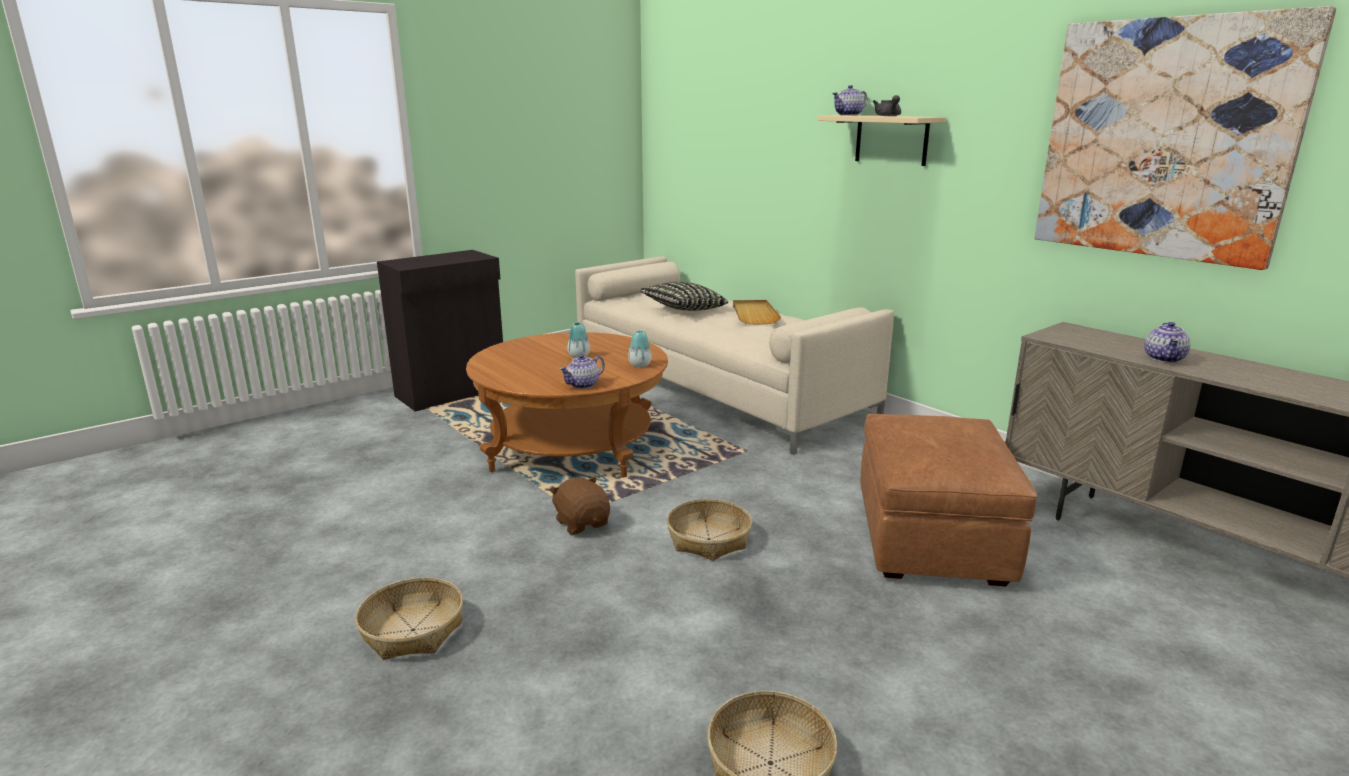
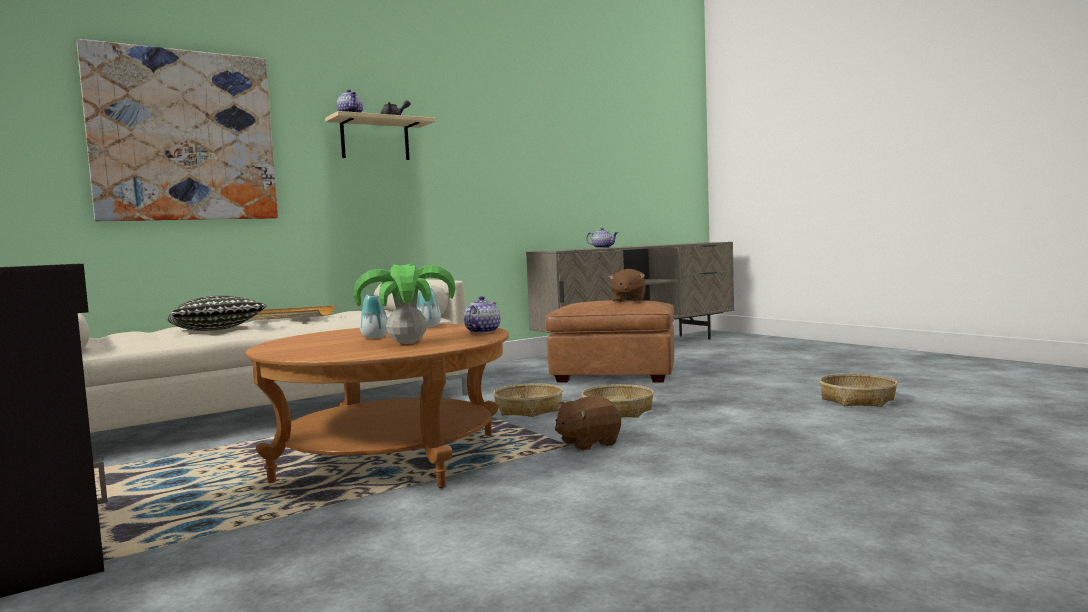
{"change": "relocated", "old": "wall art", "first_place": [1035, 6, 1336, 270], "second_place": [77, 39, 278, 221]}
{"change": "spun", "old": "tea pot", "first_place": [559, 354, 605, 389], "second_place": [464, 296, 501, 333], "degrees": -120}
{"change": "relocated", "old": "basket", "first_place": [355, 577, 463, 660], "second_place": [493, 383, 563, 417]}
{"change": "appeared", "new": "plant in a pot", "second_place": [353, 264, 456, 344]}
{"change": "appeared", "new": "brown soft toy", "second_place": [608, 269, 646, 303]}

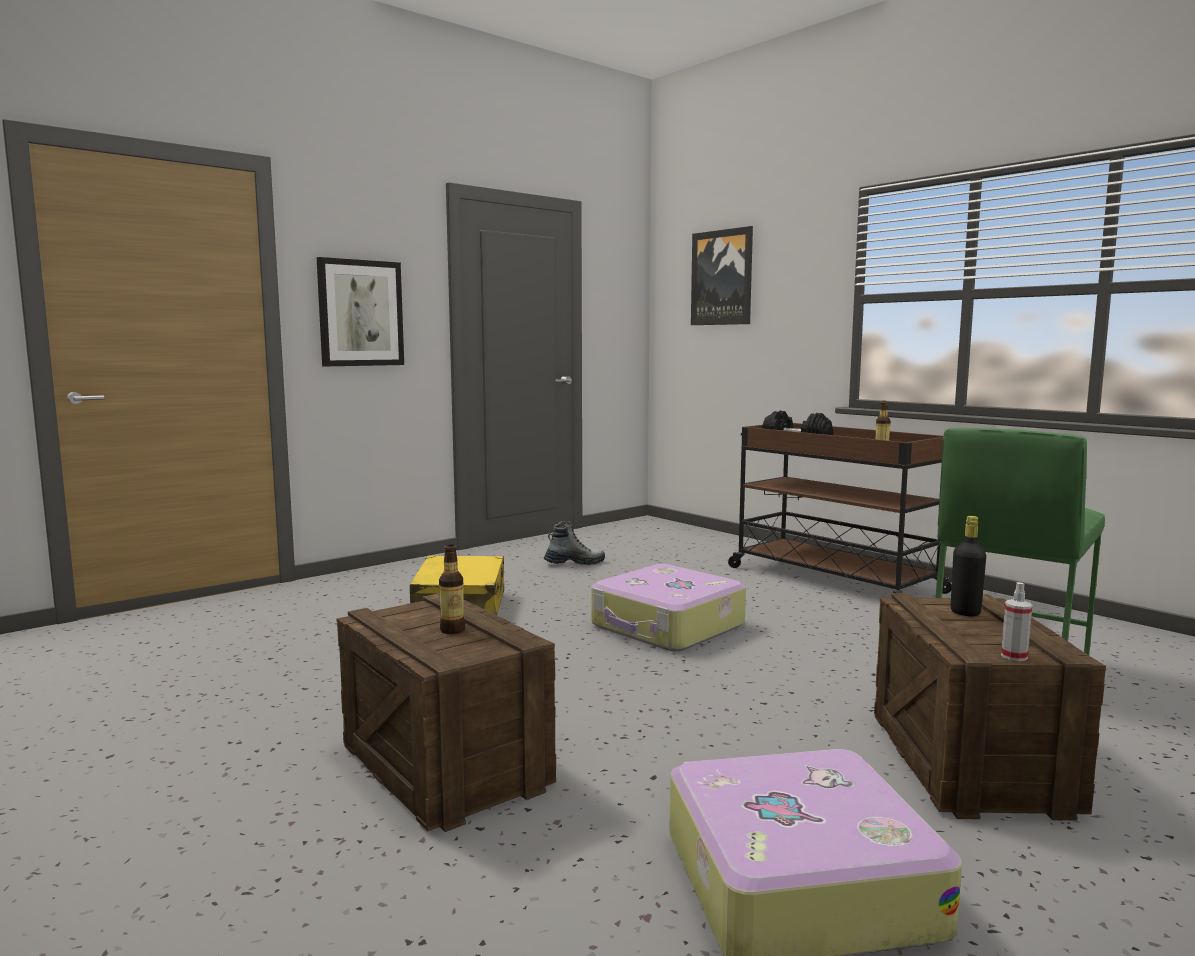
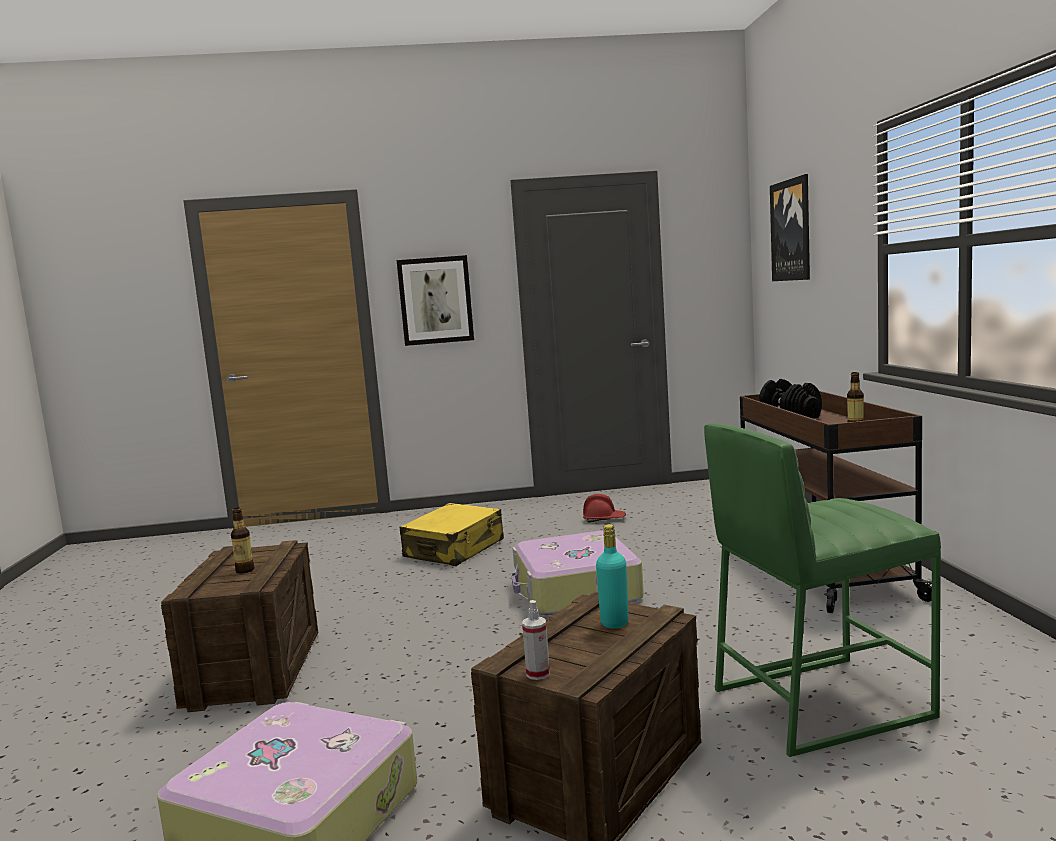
{"change": "colour", "old": "black bottle", "new": "turquoise-coloured bottle", "first_place": [951, 516, 986, 616], "second_place": [596, 524, 629, 629]}
{"change": "exchanged", "old": "tall boot", "new": "reddish safety helmet", "first_place": [544, 521, 605, 565], "second_place": [583, 494, 626, 522]}

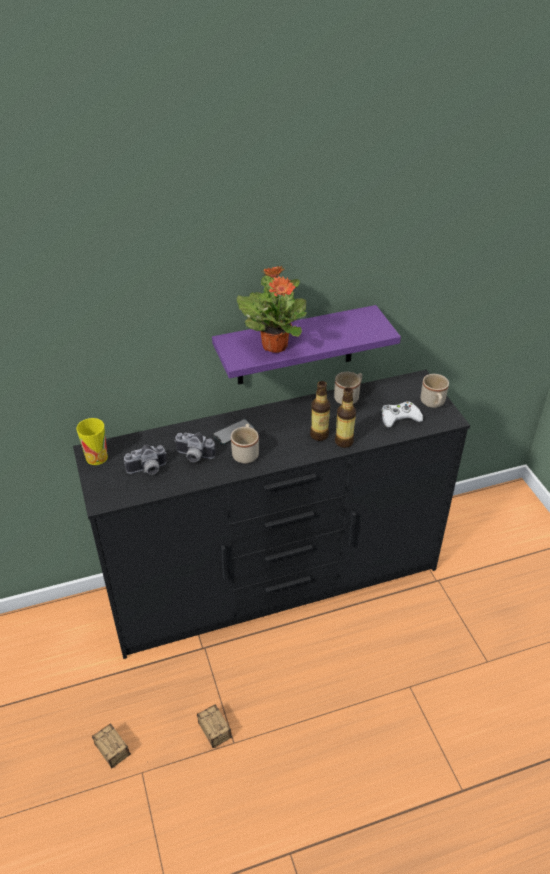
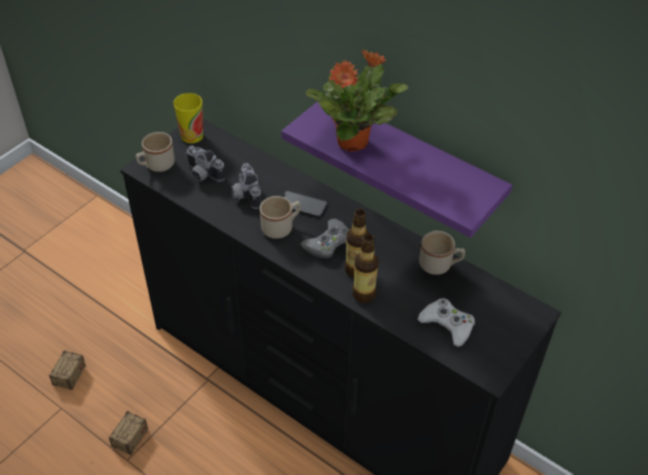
{"change": "relocated", "old": "sand-coloured mug", "first_place": [421, 374, 449, 408], "second_place": [136, 132, 175, 172]}
{"change": "appeared", "new": "grey joypad", "second_place": [300, 219, 349, 259]}

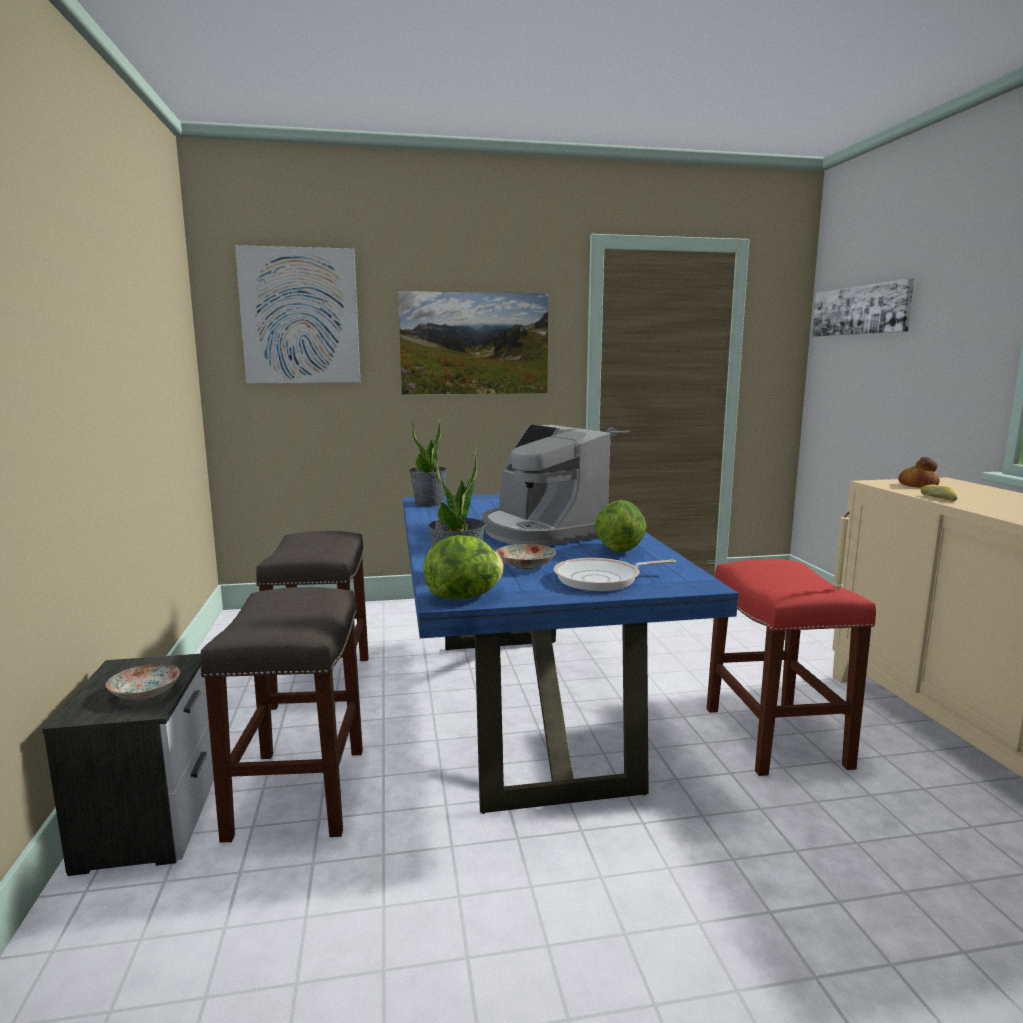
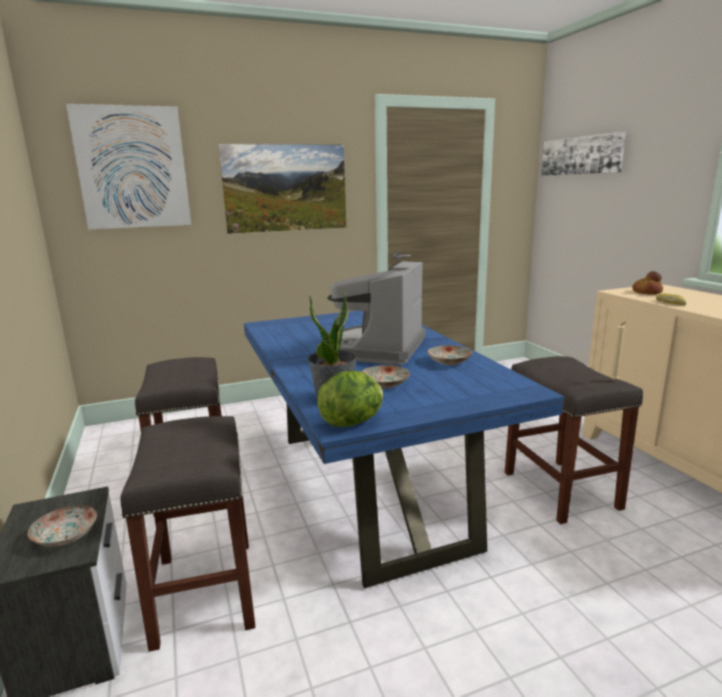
{"change": "missing", "old": "plant in a pot", "first_place": [409, 418, 447, 506]}
{"change": "spun", "old": "coffee brewer", "first_place": [482, 424, 610, 546], "second_place": [327, 260, 426, 365], "degrees": 60}
{"change": "exchanged", "old": "head of lettuce", "new": "dinner plate", "first_place": [595, 500, 647, 553], "second_place": [427, 345, 472, 365]}
{"change": "missing", "old": "frying pan", "first_place": [554, 558, 676, 591]}
{"change": "colour", "old": "reddish stool seat", "new": "grey stool seat", "first_place": [707, 559, 876, 776], "second_place": [505, 356, 643, 524]}

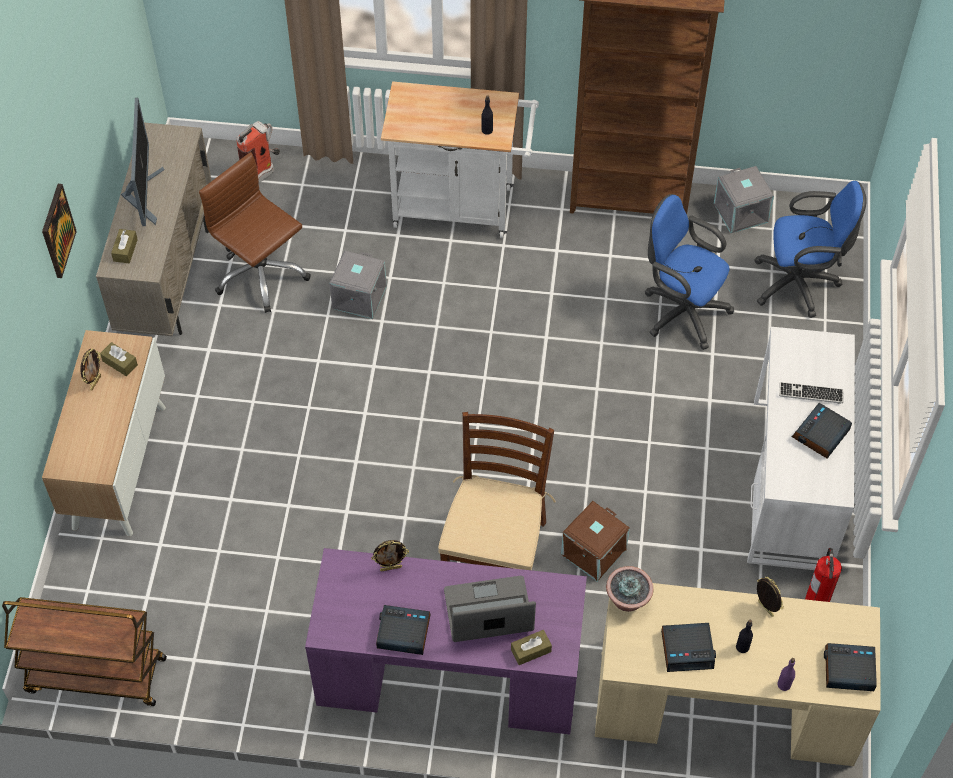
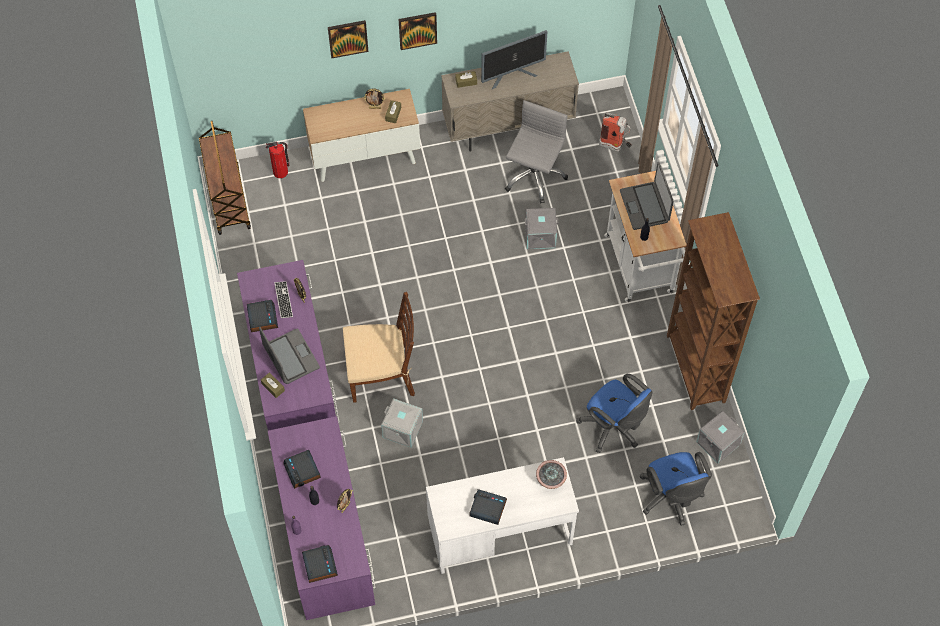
{"change": "colour", "old": "brown office chair", "new": "grey office chair", "first_place": [199, 152, 311, 313], "second_place": [505, 100, 568, 203]}
{"change": "spun", "old": "bluish office chair", "first_place": [644, 194, 734, 350], "second_place": [576, 374, 653, 453], "degrees": 120}
{"change": "relocated", "old": "PC keyboard", "first_place": [779, 382, 843, 404], "second_place": [274, 281, 293, 318]}
{"change": "colour", "old": "brown storage box", "new": "grey storage box", "first_place": [561, 501, 630, 582], "second_place": [381, 398, 423, 448]}
{"change": "relocated", "old": "extinguisher", "first_place": [805, 548, 842, 602], "second_place": [266, 142, 289, 178]}
{"change": "relocated", "old": "plant in a pot", "first_place": [606, 566, 654, 612], "second_place": [536, 460, 567, 489]}
{"change": "colour", "old": "sand-coloured desk", "new": "purple desk", "first_place": [595, 583, 881, 766], "second_place": [268, 416, 376, 620]}
{"change": "appeared", "new": "wall art", "second_place": [328, 20, 368, 58]}
{"change": "appeared", "new": "laptop", "second_place": [620, 162, 674, 230]}

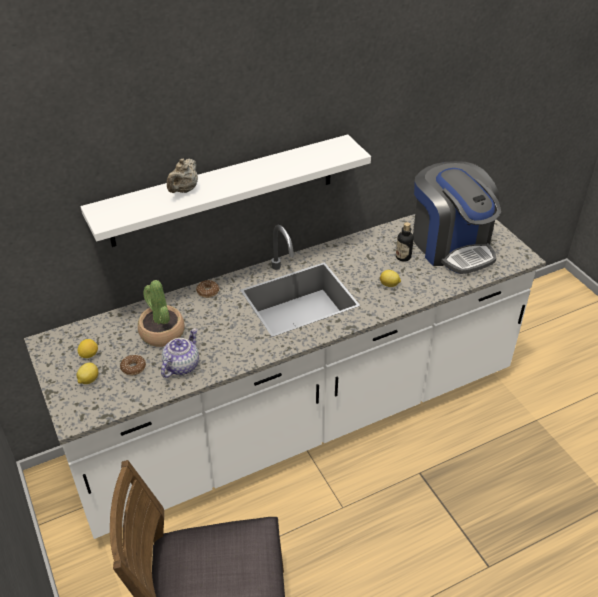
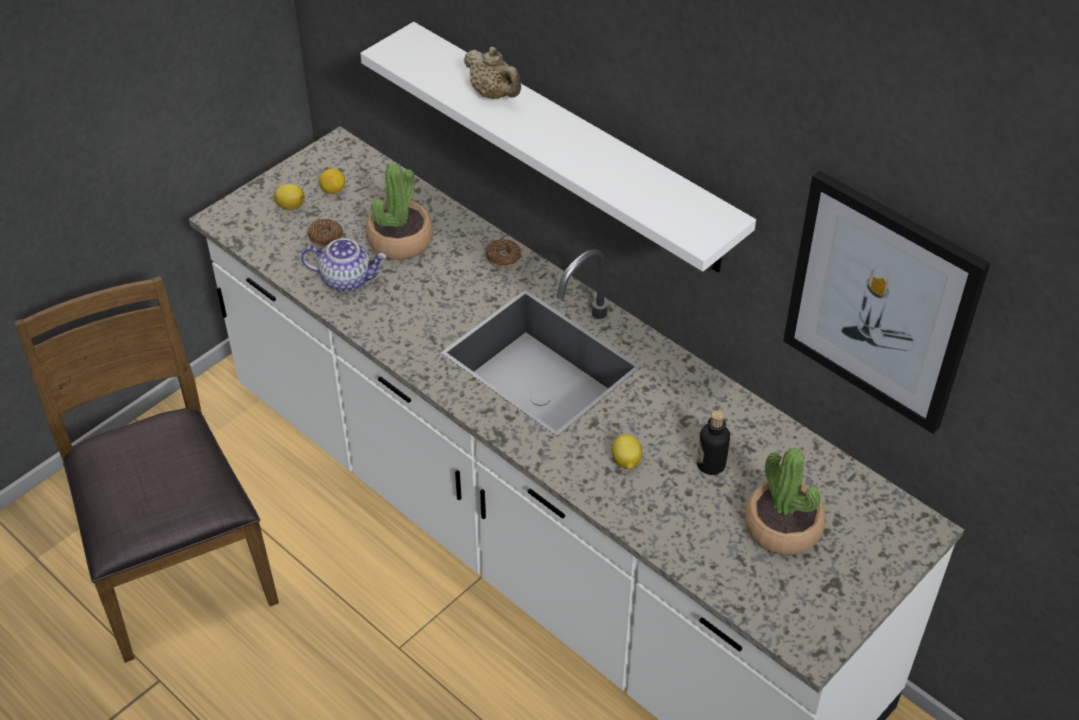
{"change": "spun", "old": "sand-coloured tea pot", "first_place": [167, 159, 198, 193], "second_place": [464, 47, 521, 99], "degrees": -135}
{"change": "exchanged", "old": "coffee brewer", "new": "plant in a pot", "first_place": [413, 161, 501, 274], "second_place": [745, 448, 826, 555]}
{"change": "appeared", "new": "wall art", "second_place": [783, 170, 990, 434]}

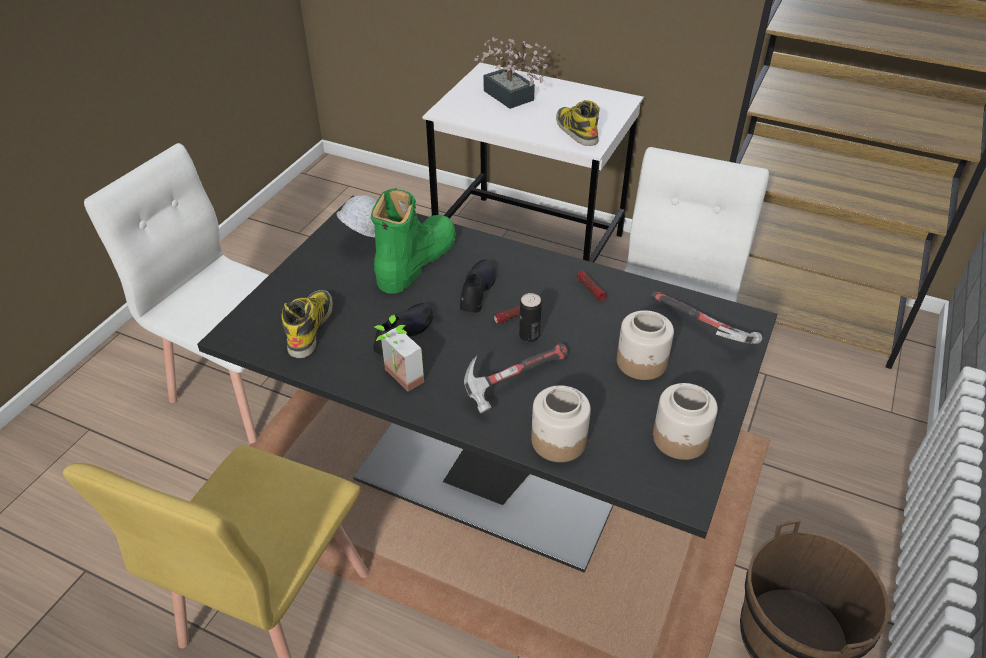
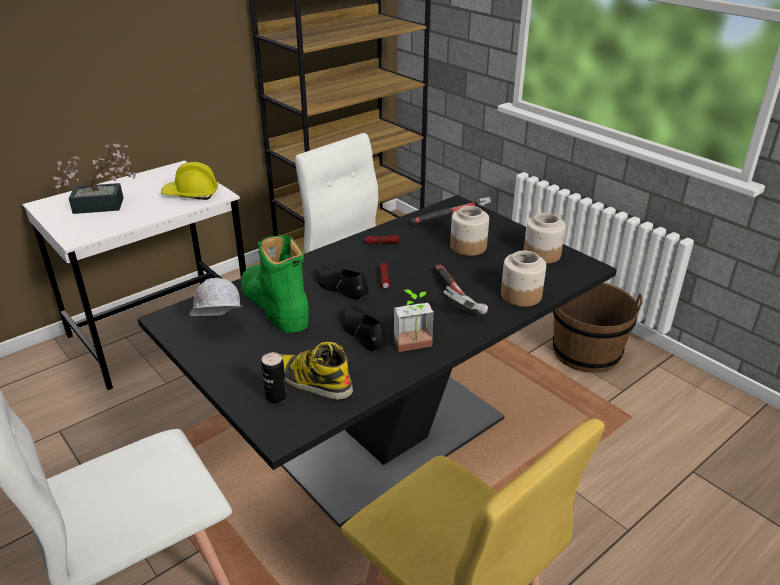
{"change": "exchanged", "old": "tall boot", "new": "yellow-coloured safety helmet", "first_place": [556, 100, 600, 146], "second_place": [161, 162, 218, 200]}
{"change": "relocated", "old": "can", "first_place": [519, 293, 542, 342], "second_place": [261, 352, 287, 403]}

